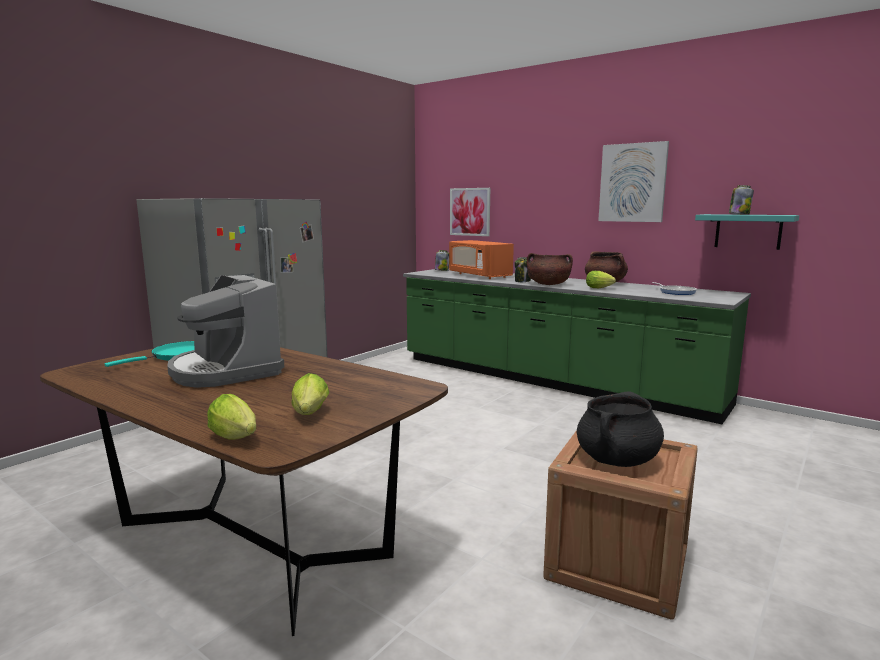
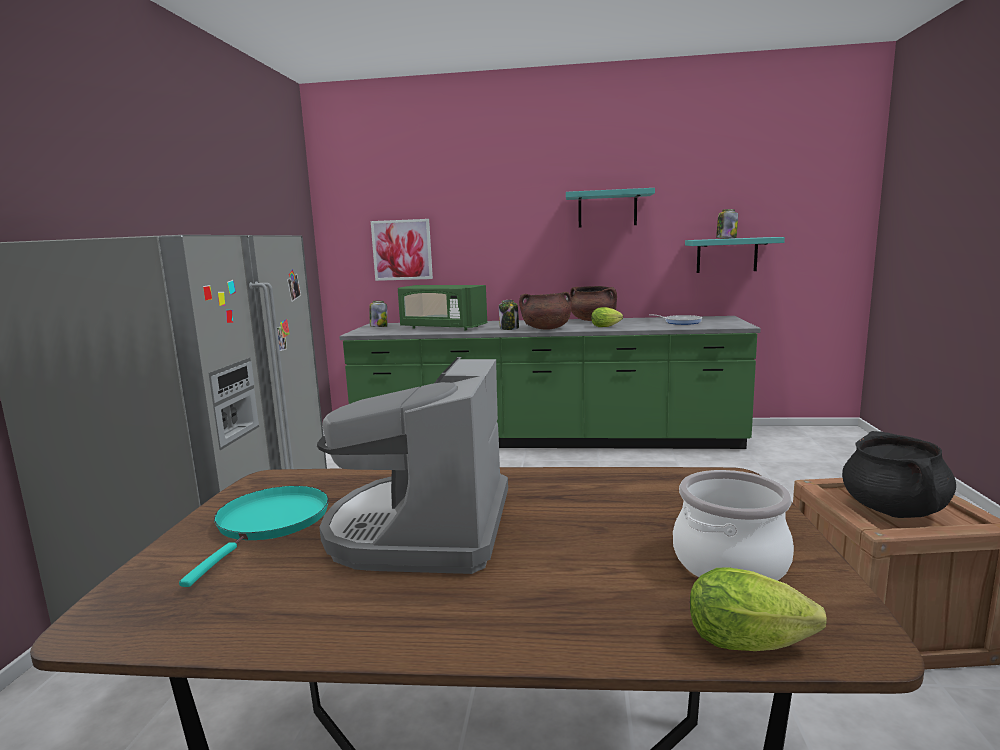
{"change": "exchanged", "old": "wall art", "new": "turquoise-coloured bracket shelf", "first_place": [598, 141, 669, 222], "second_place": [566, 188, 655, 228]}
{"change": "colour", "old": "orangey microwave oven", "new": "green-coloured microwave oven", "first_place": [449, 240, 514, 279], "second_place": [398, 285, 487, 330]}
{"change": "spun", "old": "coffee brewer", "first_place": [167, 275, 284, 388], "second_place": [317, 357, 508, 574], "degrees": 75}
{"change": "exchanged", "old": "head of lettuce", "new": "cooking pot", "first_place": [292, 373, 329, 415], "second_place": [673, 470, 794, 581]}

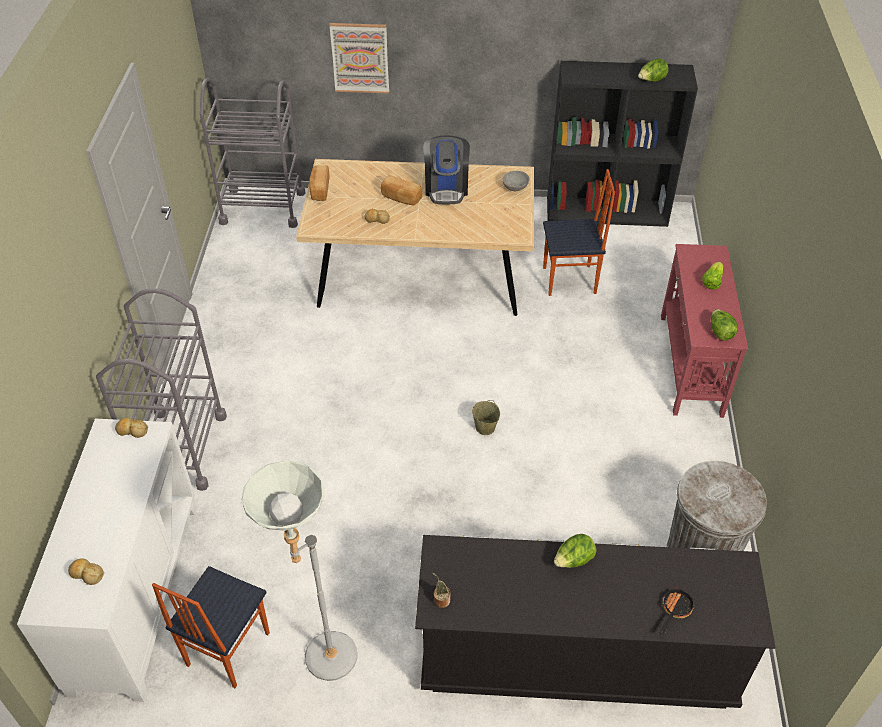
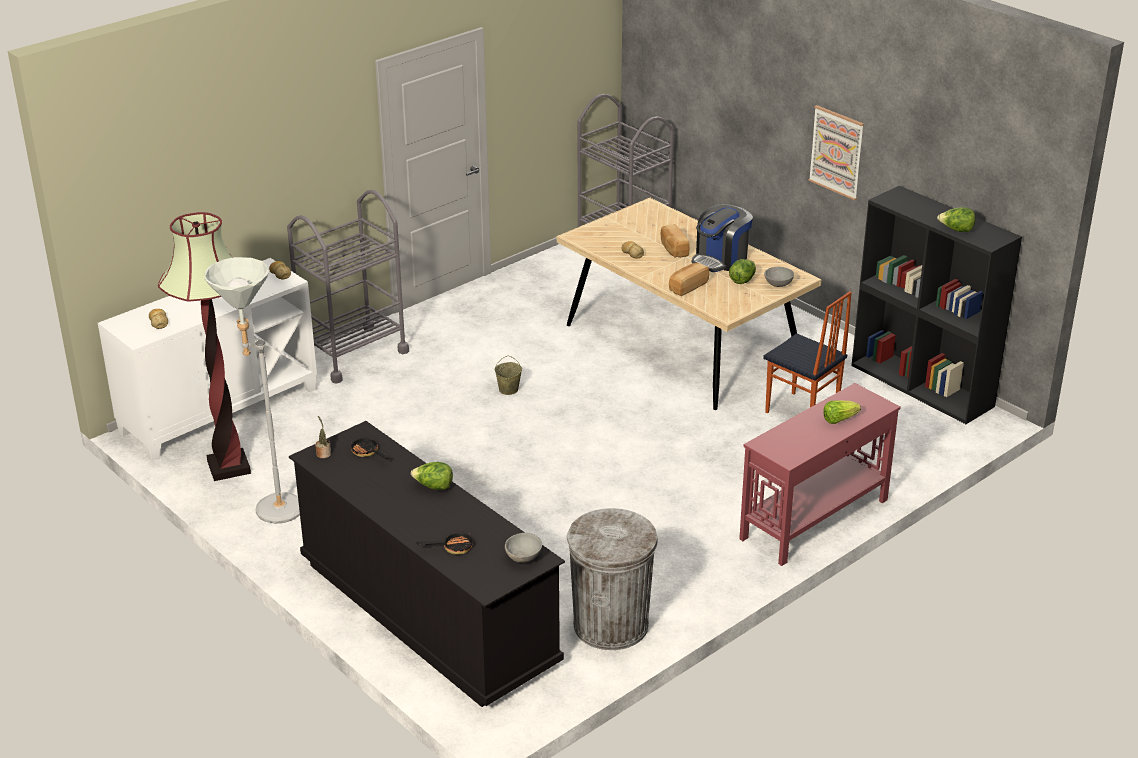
{"change": "relocated", "old": "wall art", "first_place": [329, 23, 389, 93], "second_place": [809, 105, 864, 200]}
{"change": "relocated", "old": "bread", "first_place": [309, 165, 329, 201], "second_place": [669, 263, 709, 296]}
{"change": "relocated", "old": "head of lettuce", "first_place": [711, 309, 738, 341], "second_place": [729, 259, 756, 284]}
{"change": "relocated", "old": "sand-coloured bucket", "first_place": [472, 400, 500, 435], "second_place": [495, 356, 522, 395]}
{"change": "exchanged", "old": "plain chair", "new": "floor lamp", "first_place": [152, 566, 270, 688], "second_place": [158, 212, 251, 481]}
{"change": "appeared", "new": "frying pan", "second_place": [351, 437, 388, 459]}
{"change": "appeared", "new": "grey serving bowl", "second_place": [505, 533, 542, 563]}

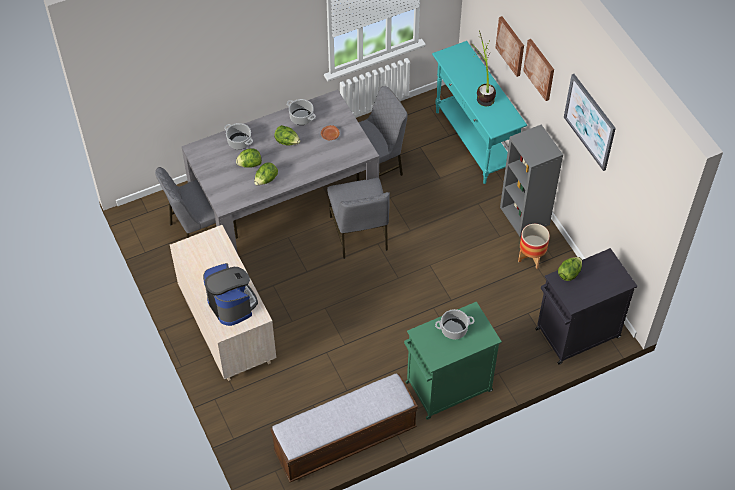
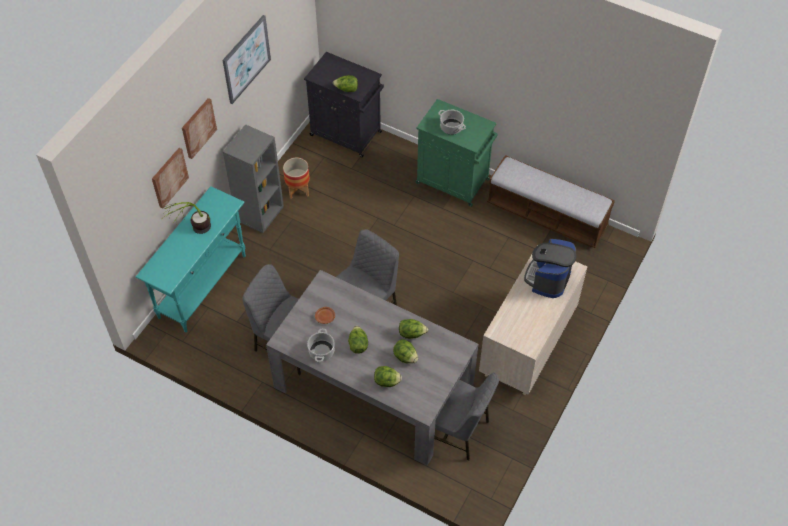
{"change": "exchanged", "old": "cooking pot", "new": "head of lettuce", "first_place": [224, 123, 253, 150], "second_place": [374, 366, 402, 387]}

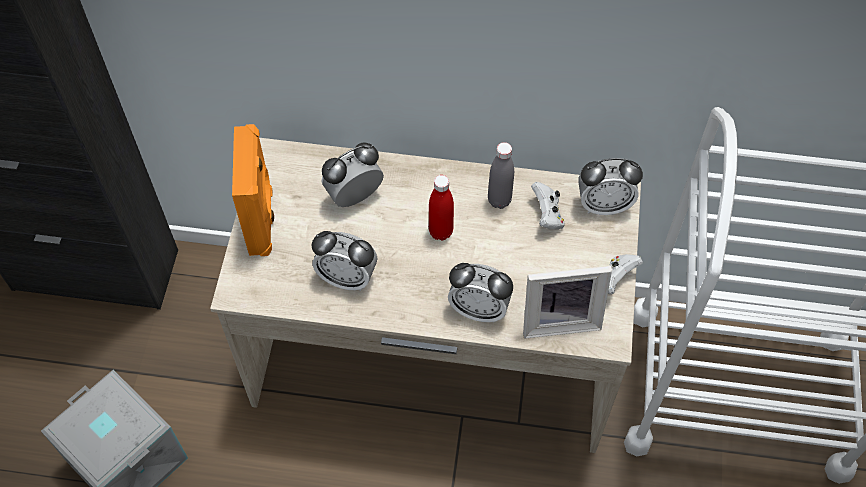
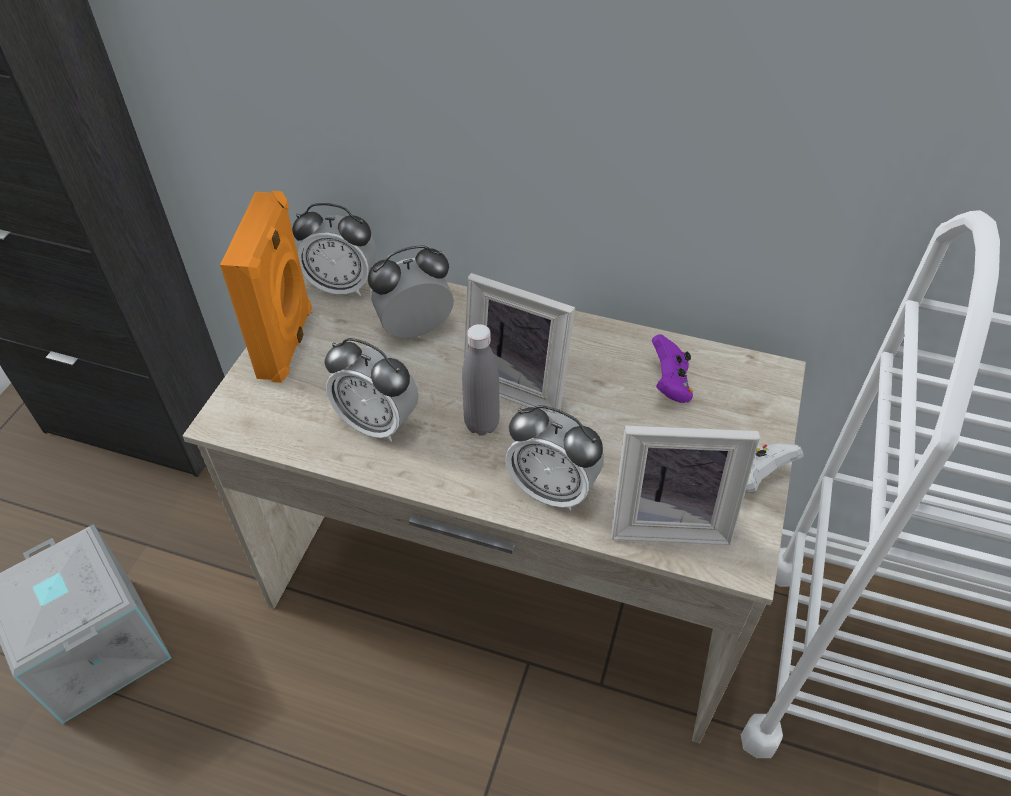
{"change": "relocated", "old": "grey bottle", "first_place": [488, 142, 514, 209], "second_place": [462, 324, 500, 436]}
{"change": "relocated", "old": "bedside clock", "first_place": [578, 158, 643, 215], "second_place": [292, 203, 376, 296]}
{"change": "exchanged", "old": "reddish bottle", "new": "photo frame", "first_place": [429, 175, 454, 241], "second_place": [464, 273, 575, 414]}
{"change": "colour", "old": "white joypad", "new": "purple joypad", "first_place": [531, 182, 565, 230], "second_place": [652, 334, 693, 403]}

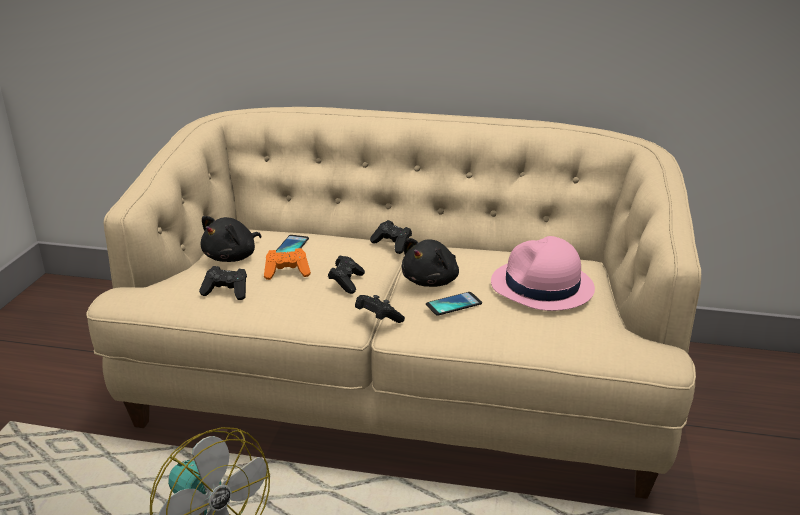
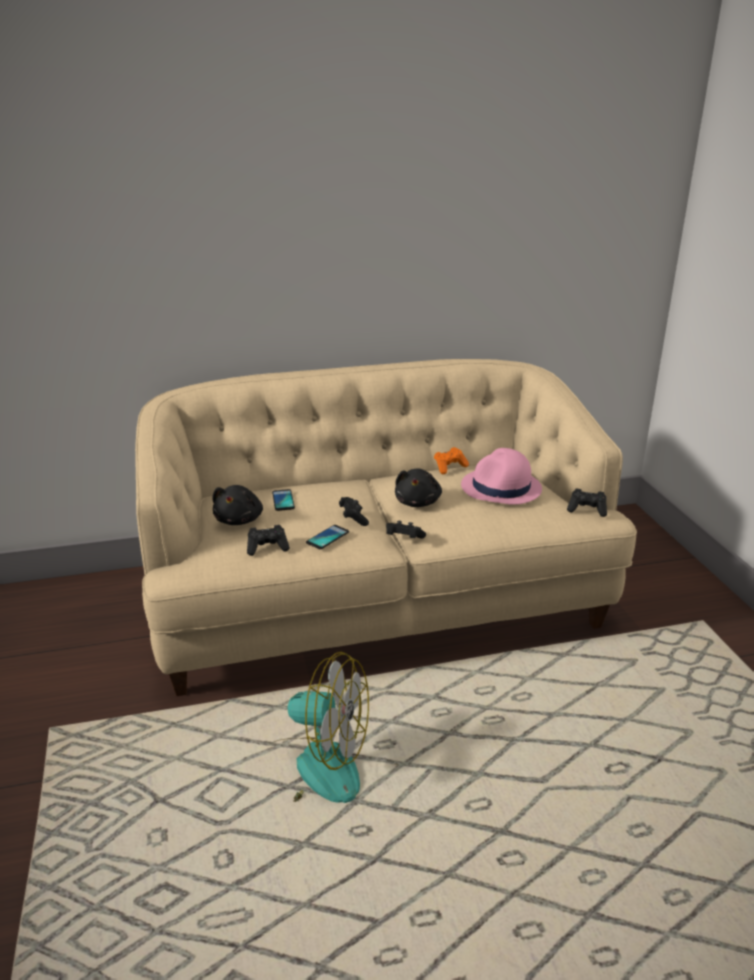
{"change": "relocated", "old": "black joypad", "first_place": [370, 220, 412, 254], "second_place": [567, 489, 607, 517]}
{"change": "relocated", "old": "orangey joypad", "first_place": [264, 248, 311, 280], "second_place": [434, 447, 469, 474]}
{"change": "relocated", "old": "handset", "first_place": [426, 292, 482, 316], "second_place": [306, 525, 349, 549]}

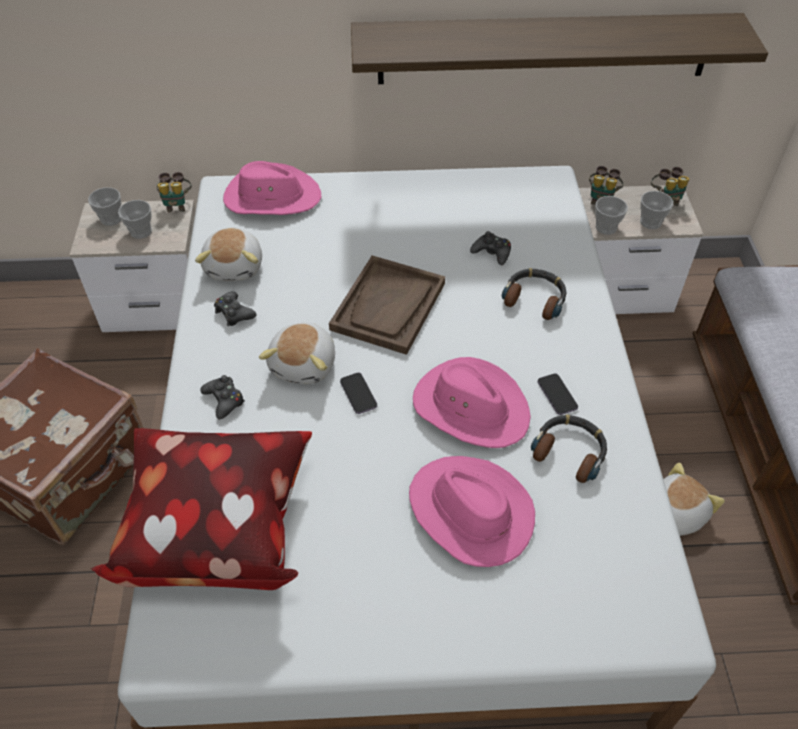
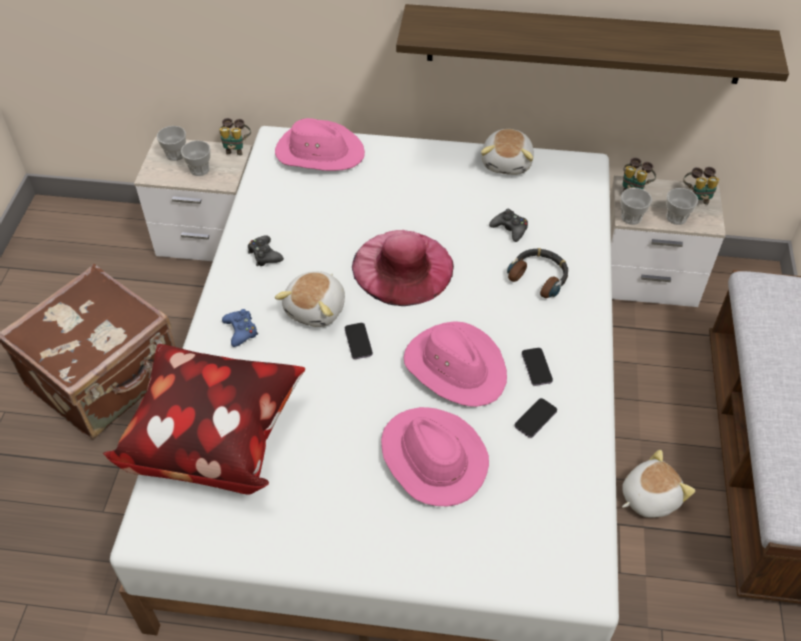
{"change": "relocated", "old": "soft toy", "first_place": [195, 228, 262, 281], "second_place": [481, 129, 534, 175]}
{"change": "exchanged", "old": "brown serving tray", "new": "pinkish hat", "first_place": [329, 256, 445, 355], "second_place": [352, 230, 454, 306]}
{"change": "colour", "old": "black joypad", "new": "bluish joypad", "first_place": [200, 375, 245, 419], "second_place": [222, 309, 258, 347]}
{"change": "exchanged", "old": "pair of headphones", "new": "handset", "first_place": [531, 414, 607, 483], "second_place": [514, 398, 557, 438]}

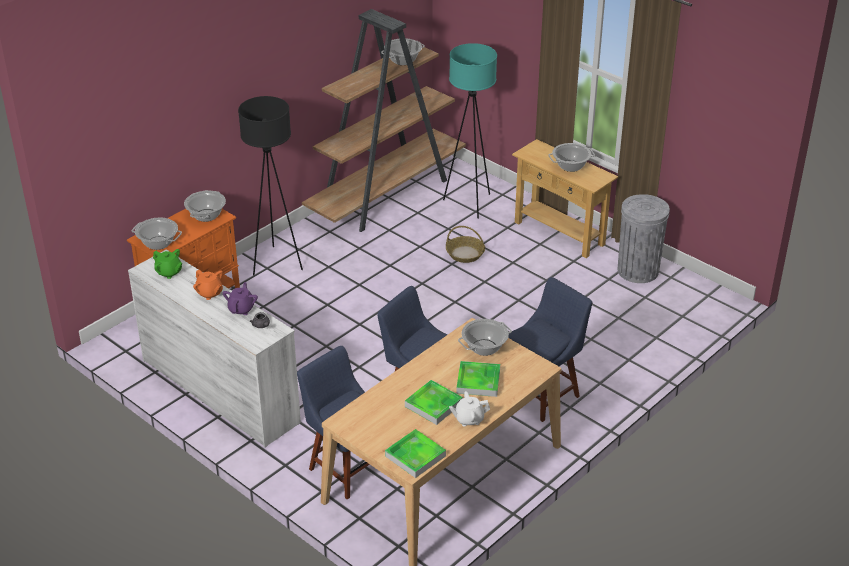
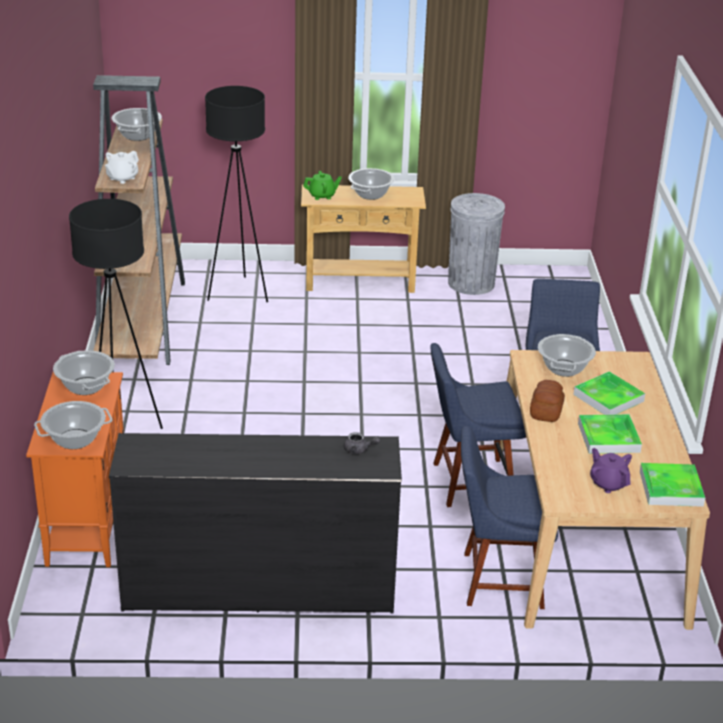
{"change": "colour", "old": "turquoise-coloured floor lamp", "new": "black floor lamp", "first_place": [443, 43, 497, 219], "second_place": [205, 86, 268, 302]}
{"change": "missing", "old": "basket", "first_place": [446, 226, 485, 263]}
{"change": "colour", "old": "white chest of drawers", "new": "black chest of drawers", "first_place": [128, 249, 301, 447], "second_place": [109, 433, 402, 614]}
{"change": "relocated", "old": "green-coloured tea pot", "first_place": [153, 249, 182, 279], "second_place": [303, 171, 342, 200]}
{"change": "missing", "old": "orangey tea pot", "first_place": [193, 270, 223, 300]}
{"change": "relocated", "old": "purple tea pot", "first_place": [223, 282, 258, 315], "second_place": [590, 448, 632, 493]}
{"change": "relocated", "old": "white tea pot", "first_place": [449, 391, 490, 427], "second_place": [105, 151, 139, 184]}
{"change": "appeared", "new": "bread", "second_place": [530, 380, 565, 422]}

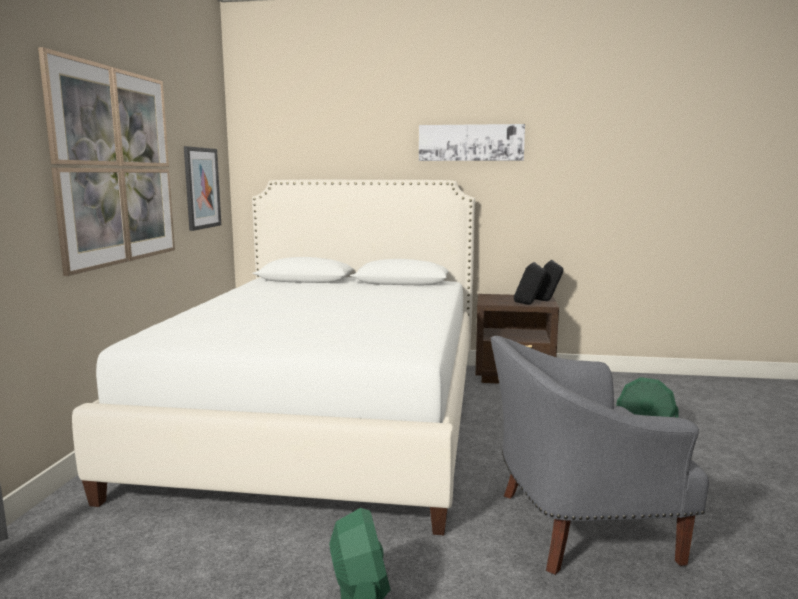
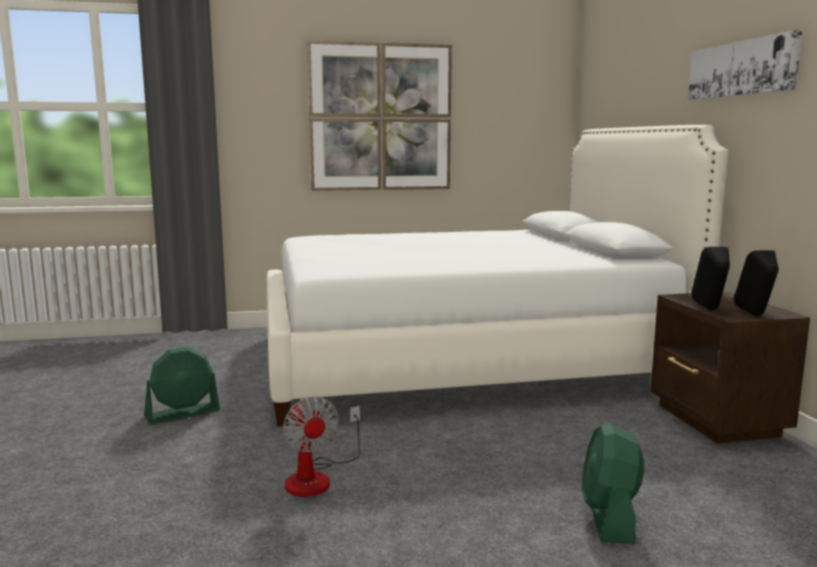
{"change": "missing", "old": "wall art", "first_place": [184, 146, 221, 231]}
{"change": "exchanged", "old": "grey armchair", "new": "cooling fan", "first_place": [491, 336, 709, 575], "second_place": [283, 396, 360, 497]}

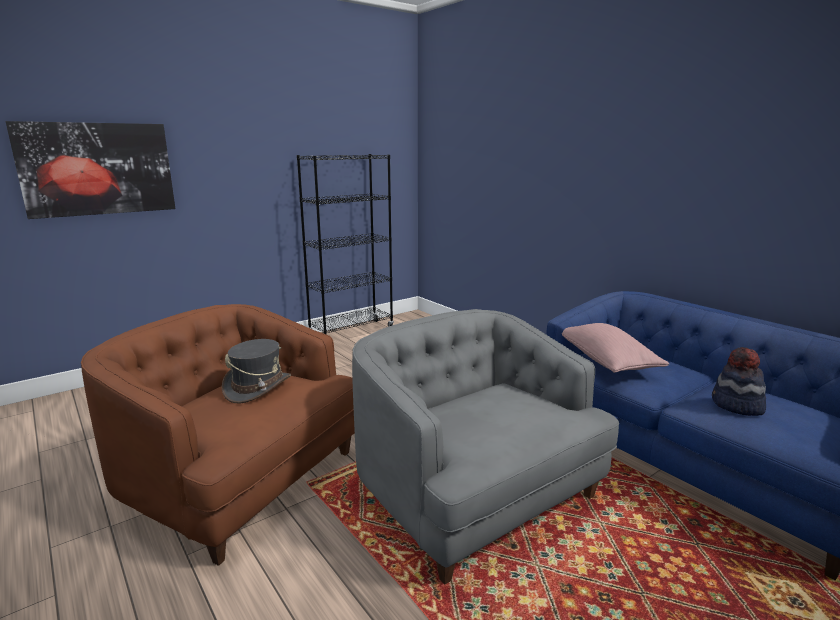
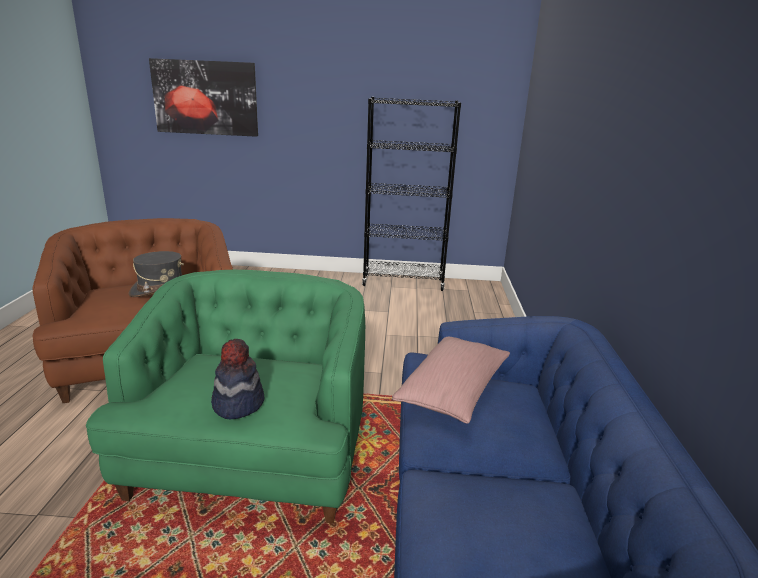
{"change": "colour", "old": "grey armchair", "new": "green-coloured armchair", "first_place": [352, 309, 619, 585], "second_place": [86, 270, 365, 524]}
{"change": "relocated", "old": "hat", "first_place": [712, 347, 766, 416], "second_place": [211, 339, 265, 419]}

